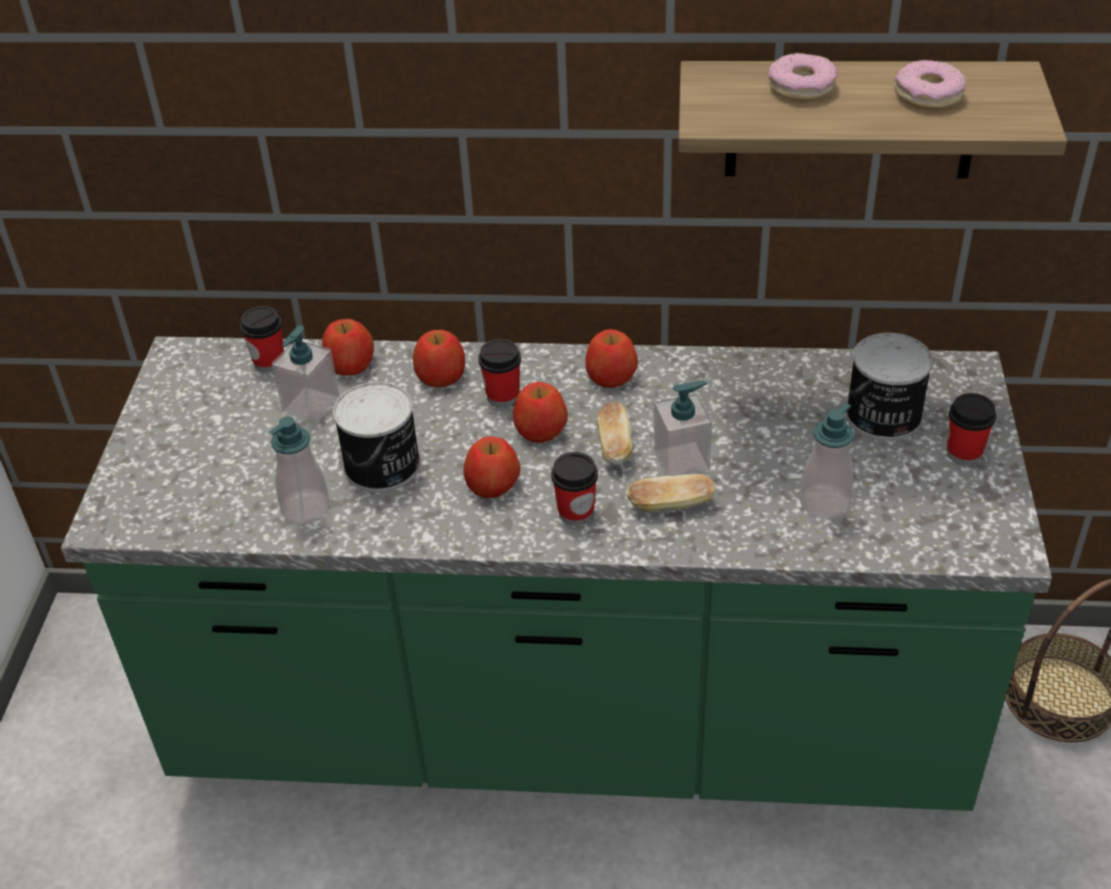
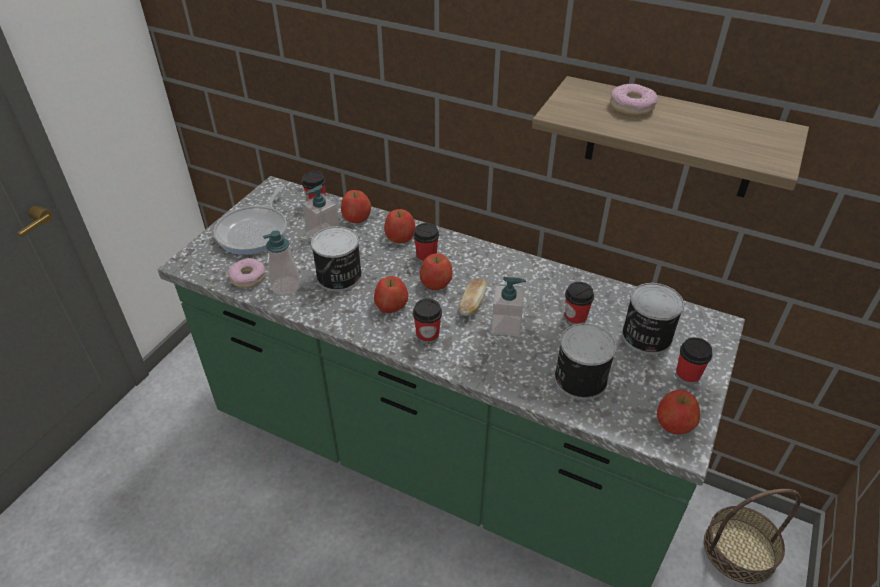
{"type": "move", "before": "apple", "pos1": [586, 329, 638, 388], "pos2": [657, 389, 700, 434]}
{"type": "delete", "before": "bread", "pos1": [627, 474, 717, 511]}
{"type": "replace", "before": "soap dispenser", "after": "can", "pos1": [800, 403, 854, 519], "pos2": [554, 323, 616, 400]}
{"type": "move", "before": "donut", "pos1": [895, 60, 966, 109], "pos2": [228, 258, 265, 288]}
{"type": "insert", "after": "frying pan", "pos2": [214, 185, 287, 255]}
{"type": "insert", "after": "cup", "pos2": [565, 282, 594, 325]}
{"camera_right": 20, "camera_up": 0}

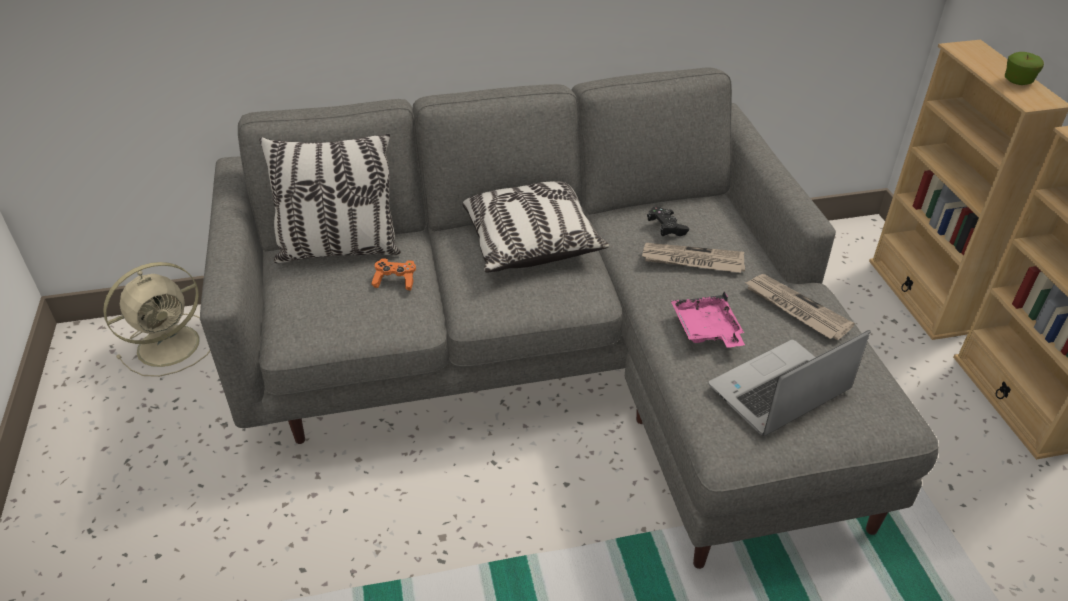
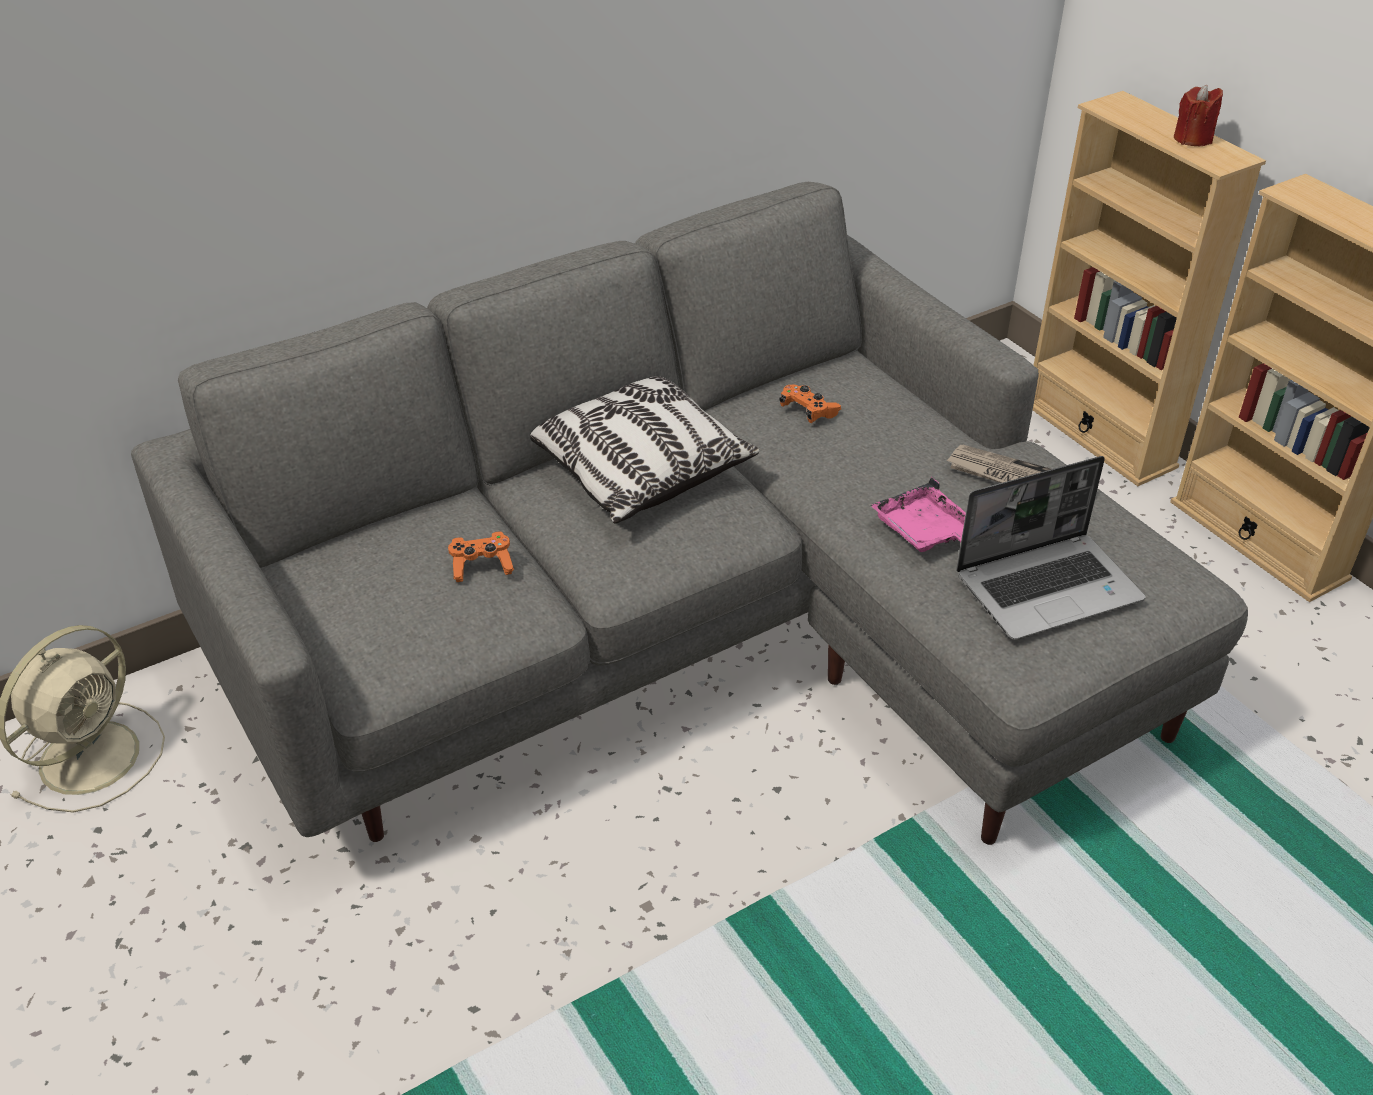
{"type": "delete", "before": "pillow", "pos1": [259, 133, 401, 263]}
{"type": "delete", "before": "newspaper", "pos1": [642, 243, 745, 273]}
{"type": "recolor", "before": "game controller (black)", "after": "game controller (orange)", "pos1": [647, 207, 689, 236], "pos2": [779, 385, 841, 423]}
{"type": "rotate", "before": "laptop", "pos1": [709, 330, 871, 436], "pos2": [956, 456, 1146, 640], "turn": -150}
{"type": "replace", "before": "apple", "after": "candle (red)", "pos1": [1005, 52, 1044, 85], "pos2": [1174, 84, 1223, 146]}
{"camera_right": -20, "camera_up": 0}

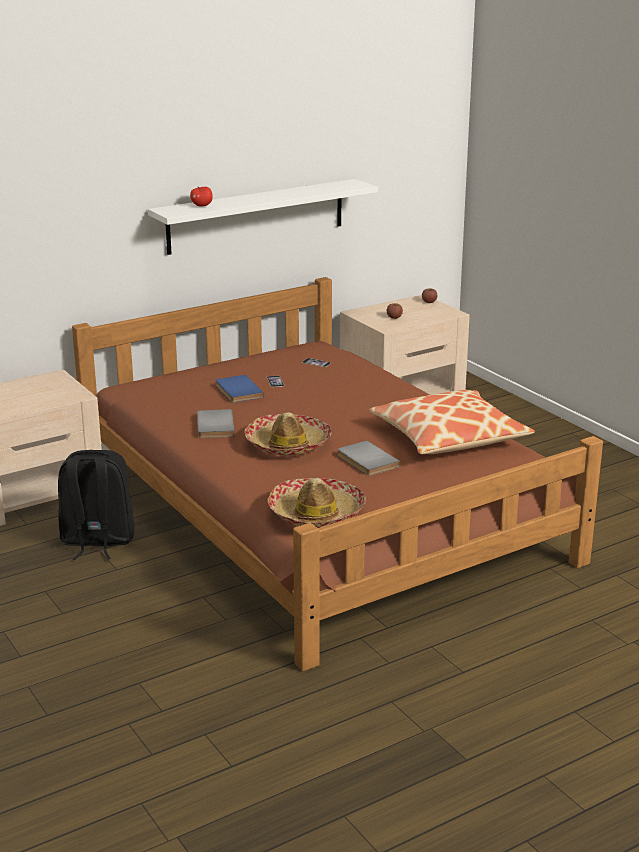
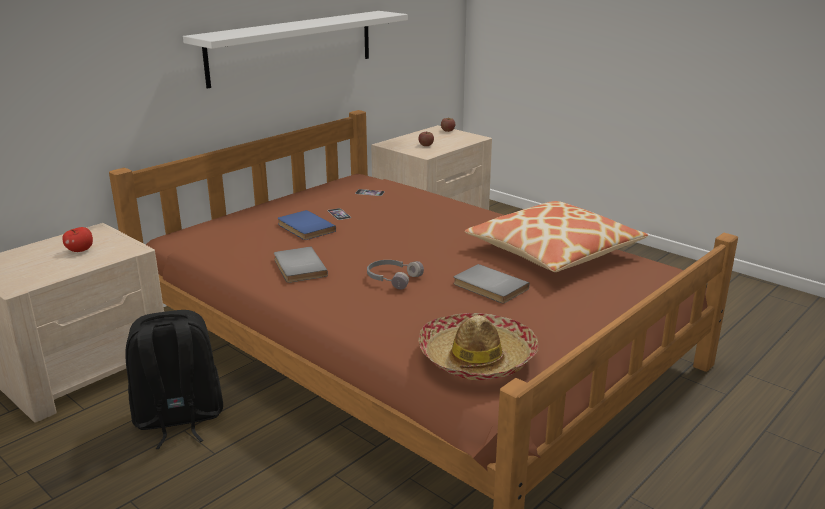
{"type": "move", "before": "apple", "pos1": [190, 187, 213, 207], "pos2": [62, 227, 93, 252]}
{"type": "replace", "before": "hat", "after": "headphones (grey)", "pos1": [244, 412, 332, 456], "pos2": [367, 260, 424, 290]}
{"camera_right": -15, "camera_up": 0}

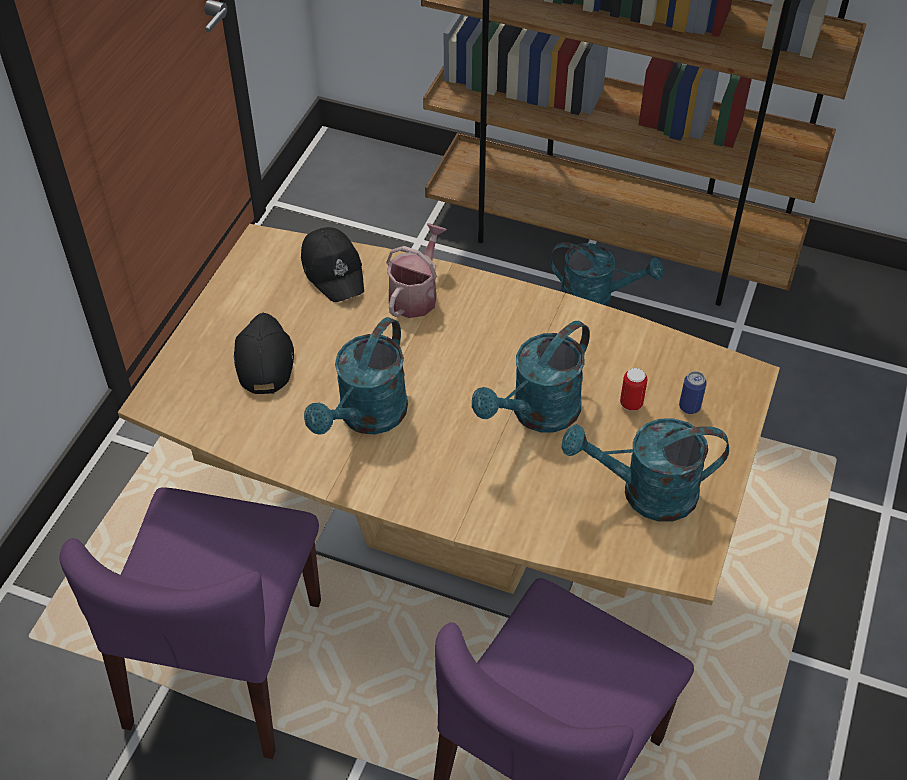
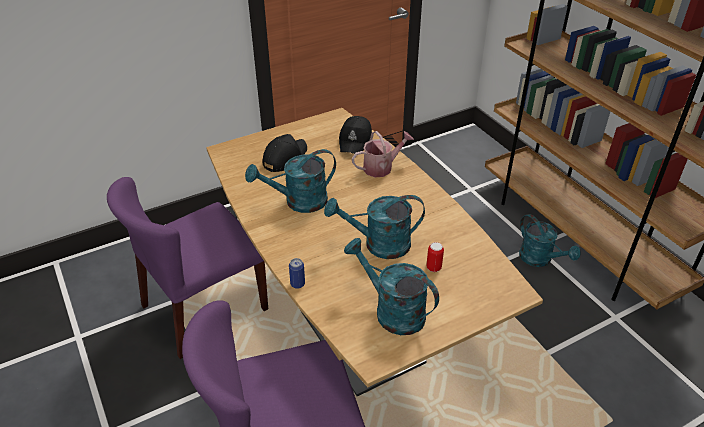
{"type": "move", "before": "can", "pos1": [679, 371, 707, 414], "pos2": [289, 258, 305, 289]}
{"camera_right": 40, "camera_up": -10}

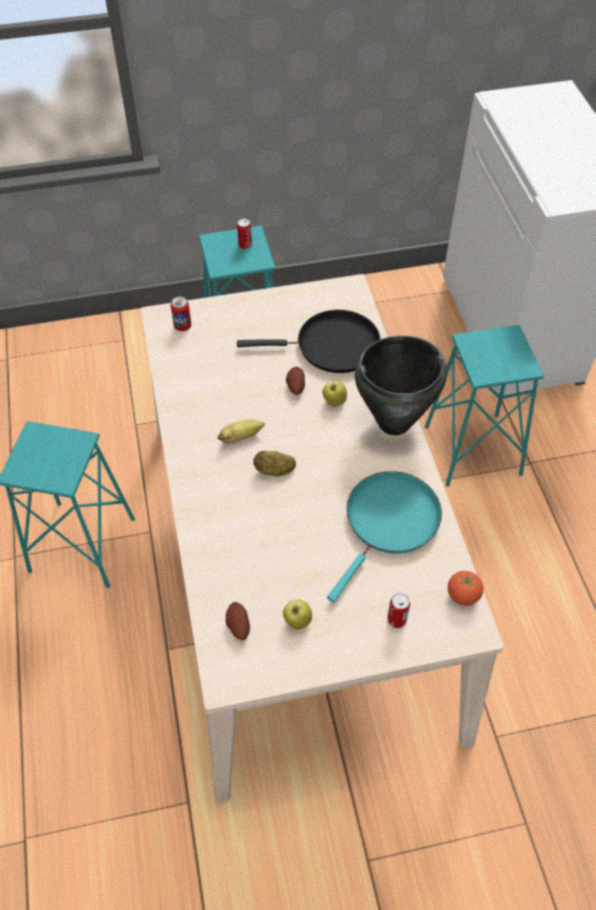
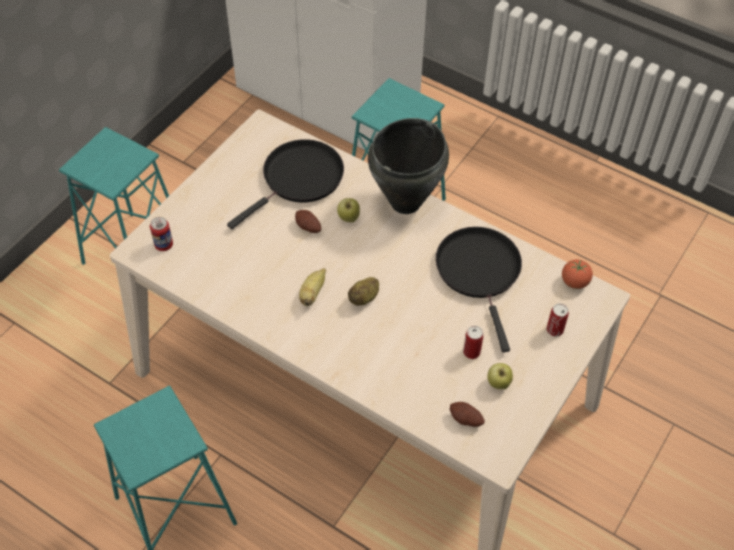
{"type": "move", "before": "can", "pos1": [237, 219, 252, 249], "pos2": [463, 326, 483, 359]}
{"type": "recolor", "before": "frying pan (turquoise)", "after": "frying pan (black)", "pos1": [327, 471, 442, 603], "pos2": [436, 227, 522, 352]}
{"camera_right": -45, "camera_up": 0}

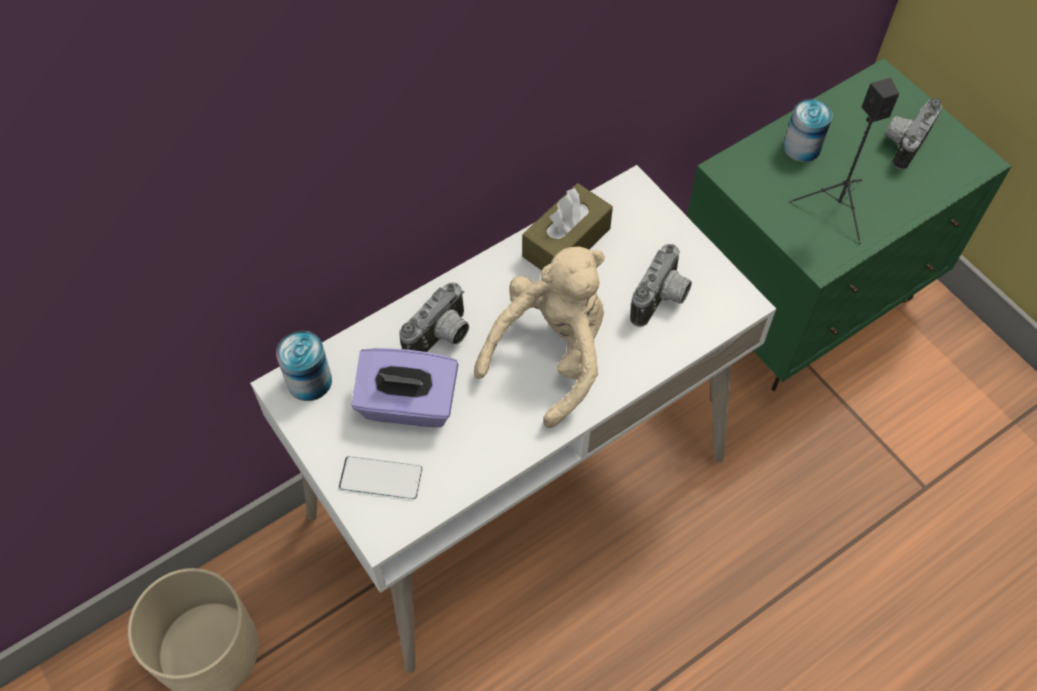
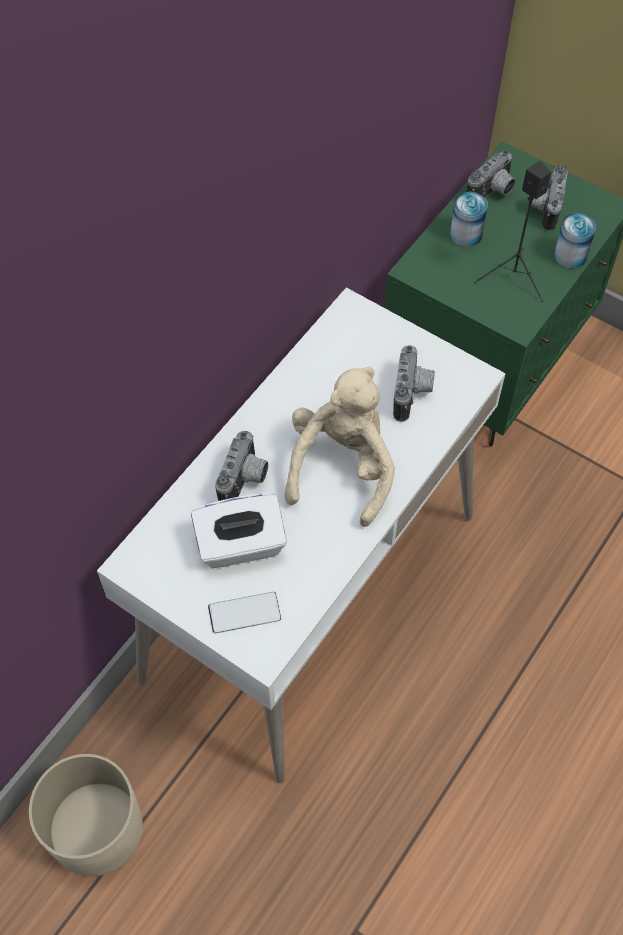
{"type": "move", "before": "can", "pos1": [276, 331, 332, 401], "pos2": [554, 213, 596, 269]}
{"type": "recolor", "before": "tissue box (purple)", "after": "tissue box (white)", "pos1": [352, 348, 458, 427], "pos2": [191, 493, 287, 568]}
{"type": "delete", "before": "tissue box (brown)", "pos1": [522, 183, 613, 271]}
{"type": "insert", "after": "photo camera", "pos2": [467, 150, 516, 198]}
{"camera_right": -20, "camera_up": 0}

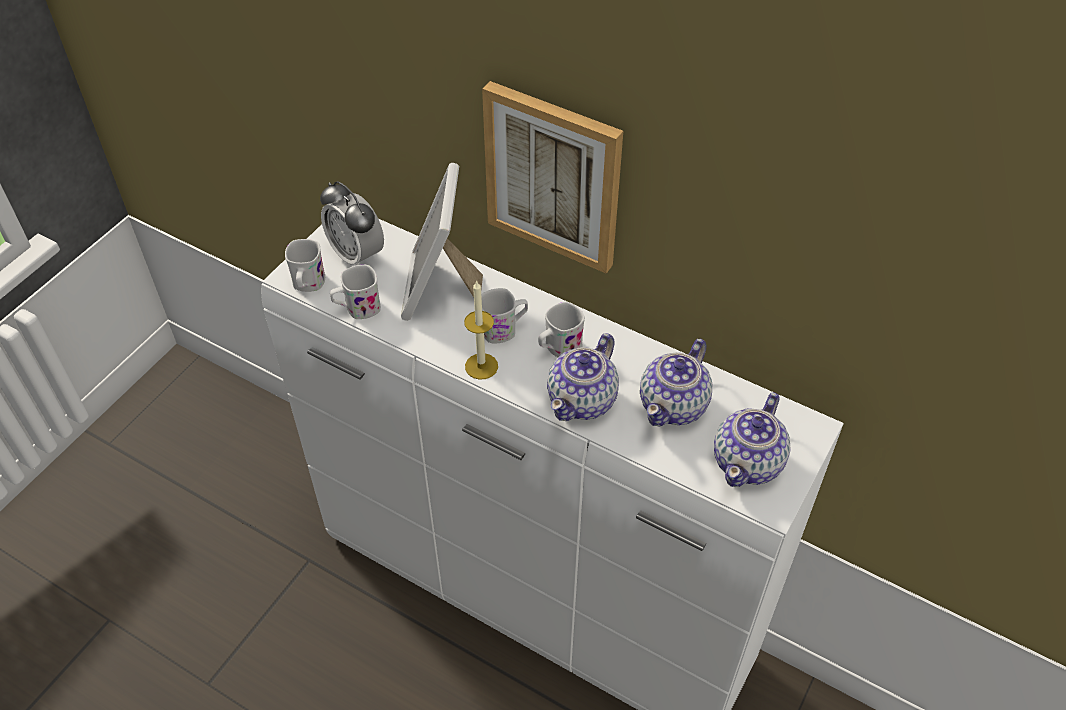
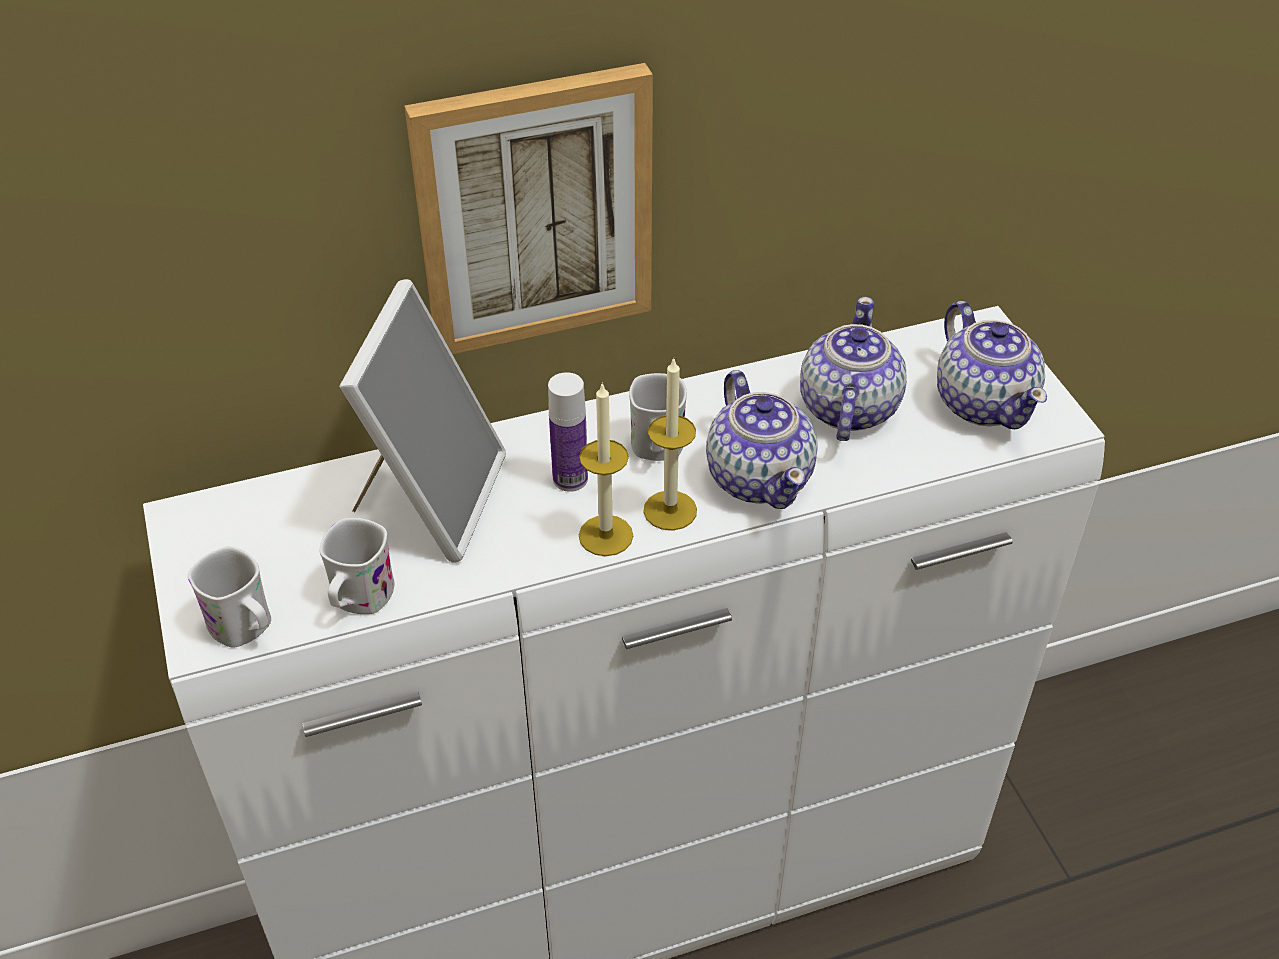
{"type": "delete", "before": "alarm clock", "pos1": [320, 181, 384, 265]}
{"type": "rotate", "before": "picture frame", "pos1": [401, 163, 483, 321], "pos2": [339, 279, 506, 562], "turn": -120}
{"type": "replace", "before": "mug (white)", "after": "bottle", "pos1": [481, 288, 528, 343], "pos2": [548, 372, 588, 492]}
{"type": "rotate", "before": "teapot", "pos1": [640, 339, 712, 427], "pos2": [800, 297, 907, 441], "turn": -150}
{"type": "insert", "after": "candle", "pos2": [643, 357, 697, 530]}
{"camera_right": -50, "camera_up": -5}

